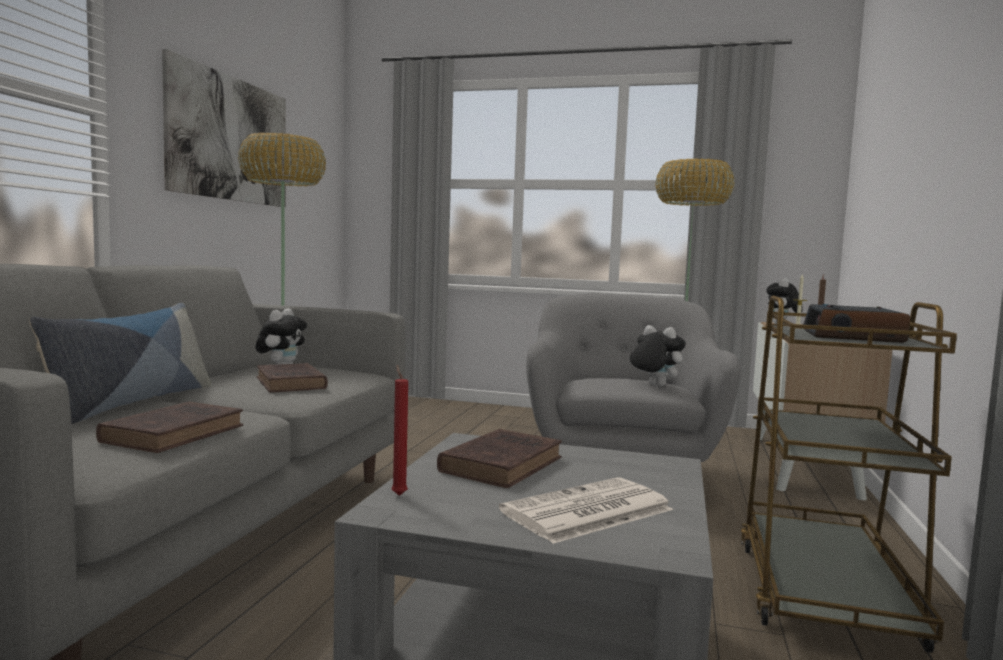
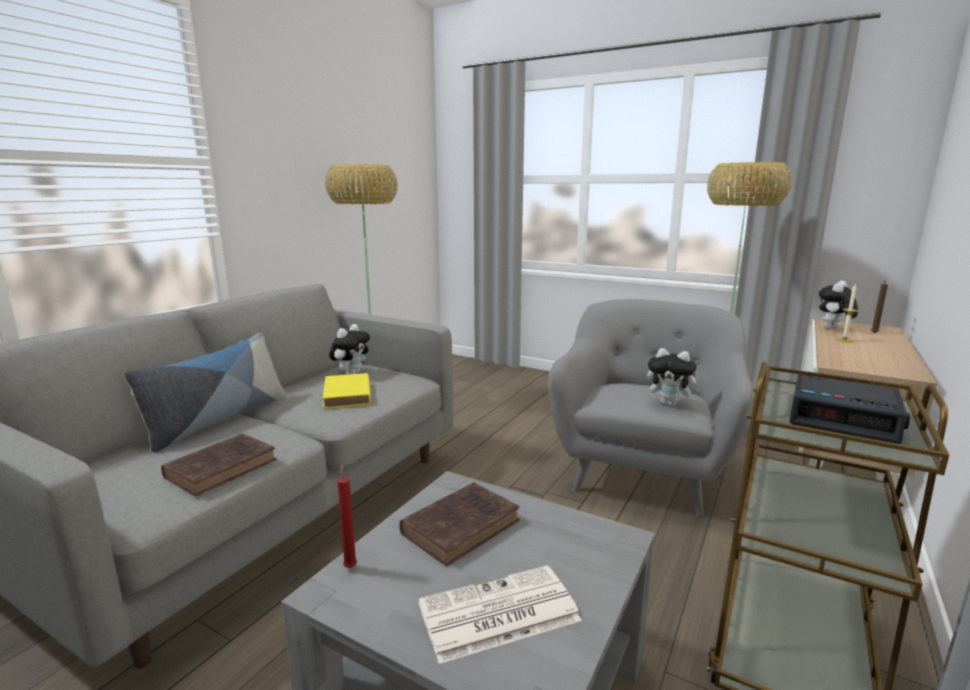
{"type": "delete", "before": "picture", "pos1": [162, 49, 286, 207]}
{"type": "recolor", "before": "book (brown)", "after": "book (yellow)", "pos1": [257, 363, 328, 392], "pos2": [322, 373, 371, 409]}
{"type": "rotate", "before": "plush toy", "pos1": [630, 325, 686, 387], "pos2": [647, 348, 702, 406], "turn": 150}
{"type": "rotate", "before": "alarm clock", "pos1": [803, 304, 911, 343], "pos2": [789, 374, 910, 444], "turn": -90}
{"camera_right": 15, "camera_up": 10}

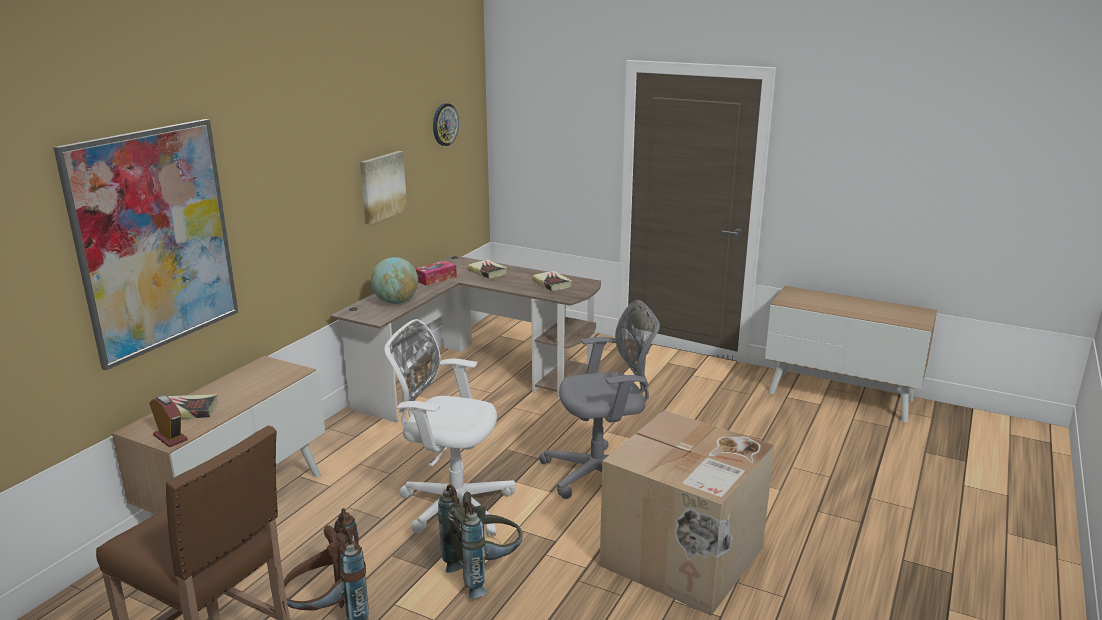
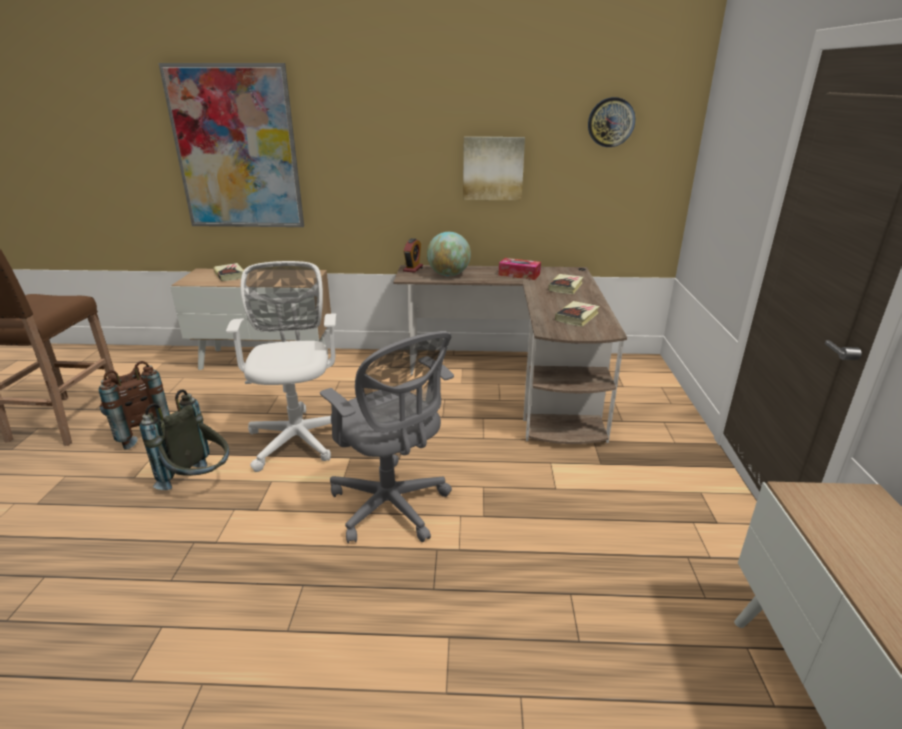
{"type": "move", "before": "alarm clock", "pos1": [150, 395, 188, 447], "pos2": [403, 238, 423, 273]}
{"type": "delete", "before": "cardboard box", "pos1": [600, 410, 774, 616]}
{"camera_right": 65, "camera_up": 5}

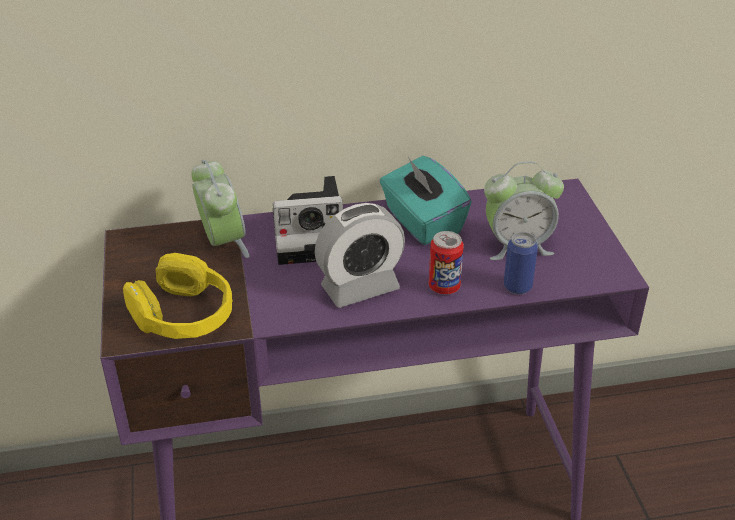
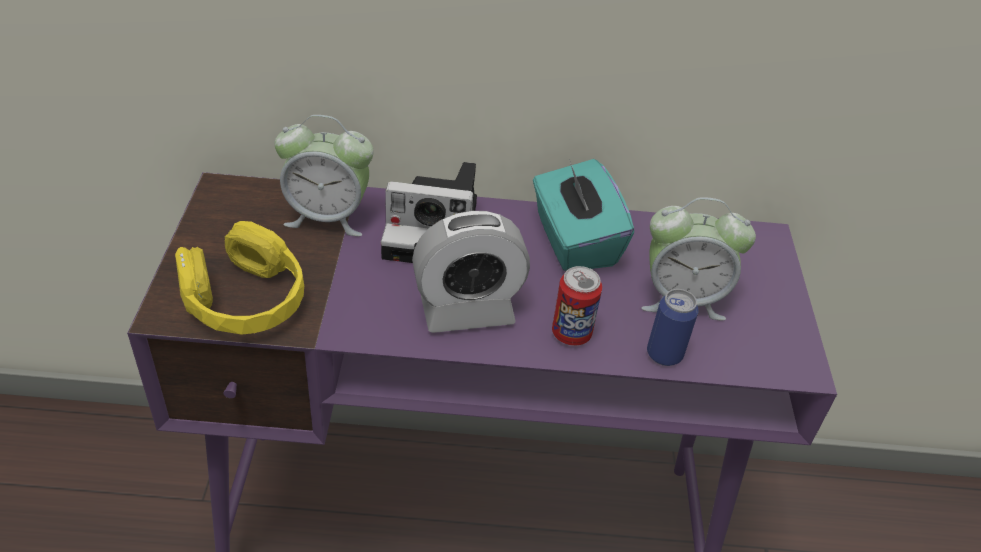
{"type": "rotate", "before": "alarm clock", "pos1": [191, 159, 249, 258], "pos2": [274, 115, 374, 236], "turn": 105}
{"camera_right": 10, "camera_up": 5}

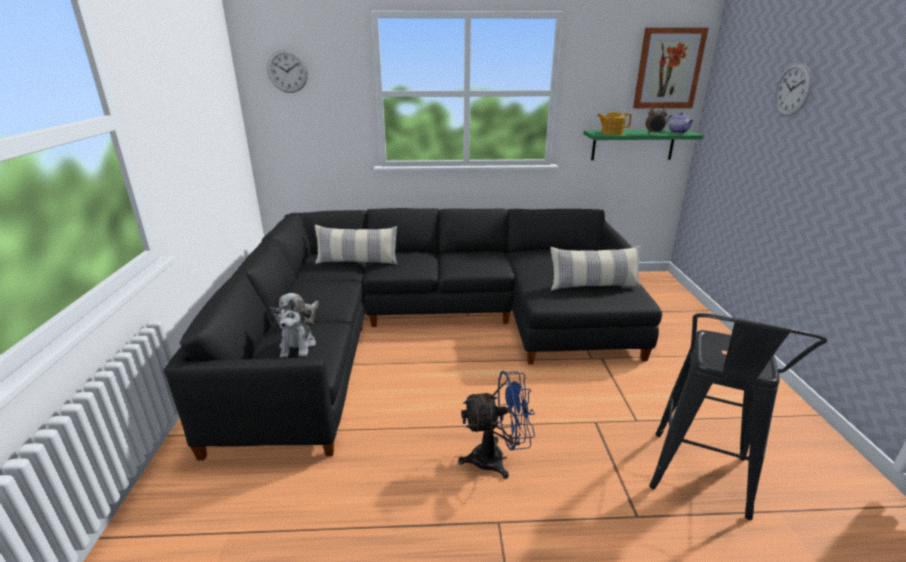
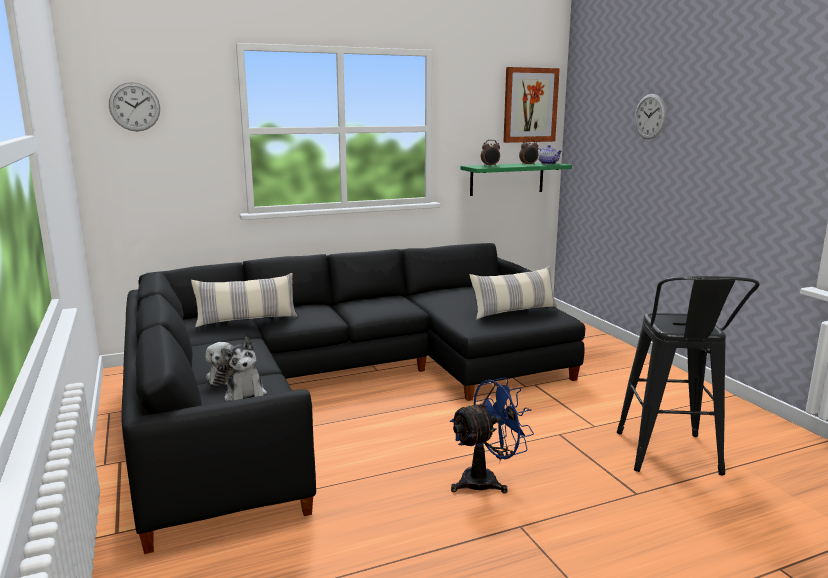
{"type": "replace", "before": "teapot", "after": "alarm clock", "pos1": [597, 112, 632, 135], "pos2": [481, 140, 500, 167]}
{"camera_right": -20, "camera_up": -10}

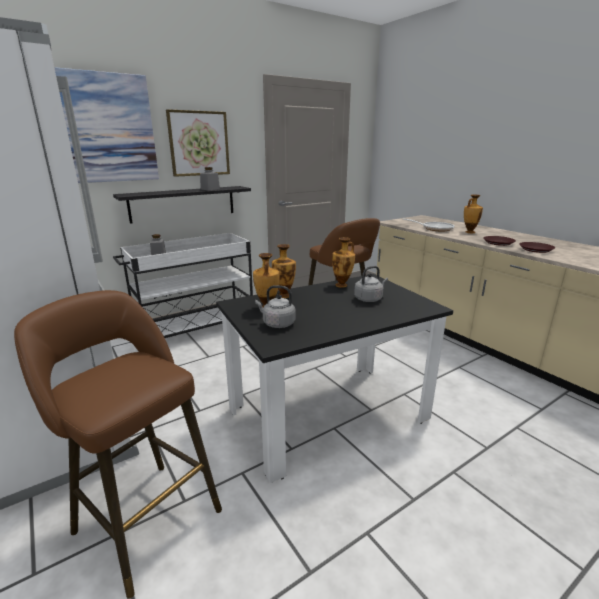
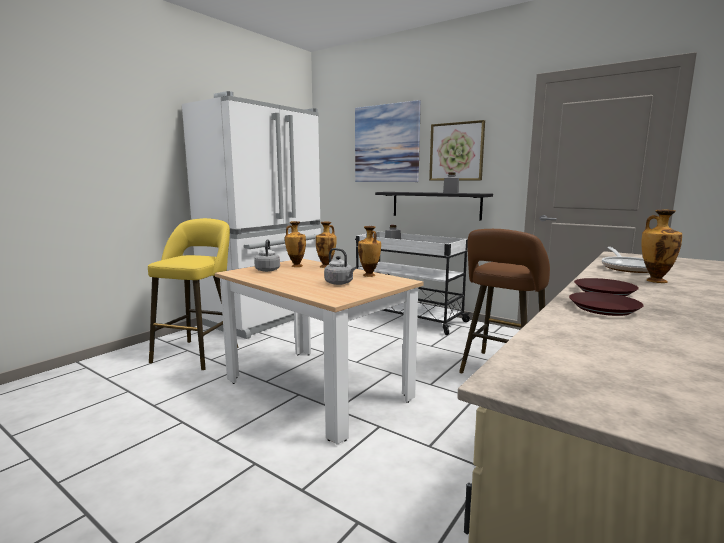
{"type": "recolor", "before": "stool (brown)", "after": "stool (yellow)", "pos1": [14, 290, 222, 599], "pos2": [148, 218, 238, 370]}
{"type": "recolor", "before": "dining table (black)", "after": "dining table (beige)", "pos1": [216, 274, 453, 483], "pos2": [215, 259, 423, 445]}
{"camera_right": 70, "camera_up": -10}

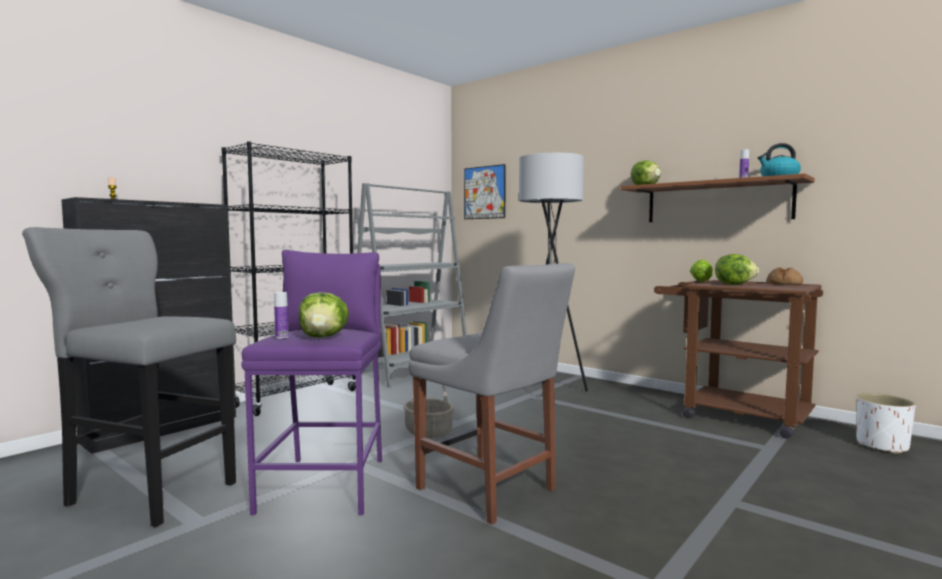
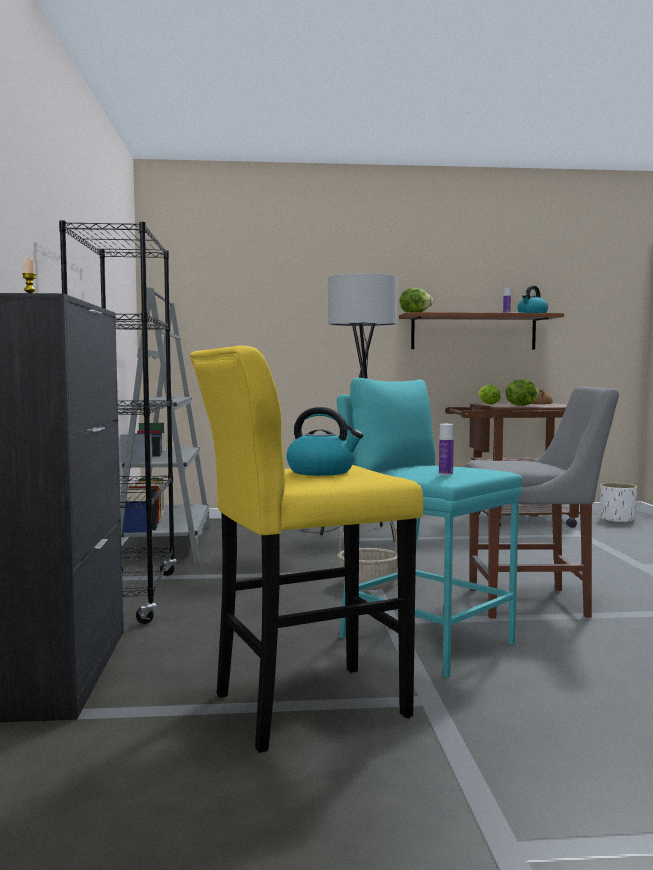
{"type": "recolor", "before": "stool (grey)", "after": "stool (yellow)", "pos1": [22, 227, 236, 528], "pos2": [190, 345, 423, 753]}
{"type": "recolor", "before": "stool (purple)", "after": "stool (turquoise)", "pos1": [242, 250, 382, 515], "pos2": [337, 378, 523, 678]}
{"type": "delete", "before": "lettuce", "pos1": [298, 292, 349, 338]}
{"type": "delete", "before": "picture", "pos1": [464, 164, 506, 219]}
{"type": "insert", "after": "kettle", "pos2": [287, 407, 363, 476]}
{"camera_right": -45, "camera_up": 0}

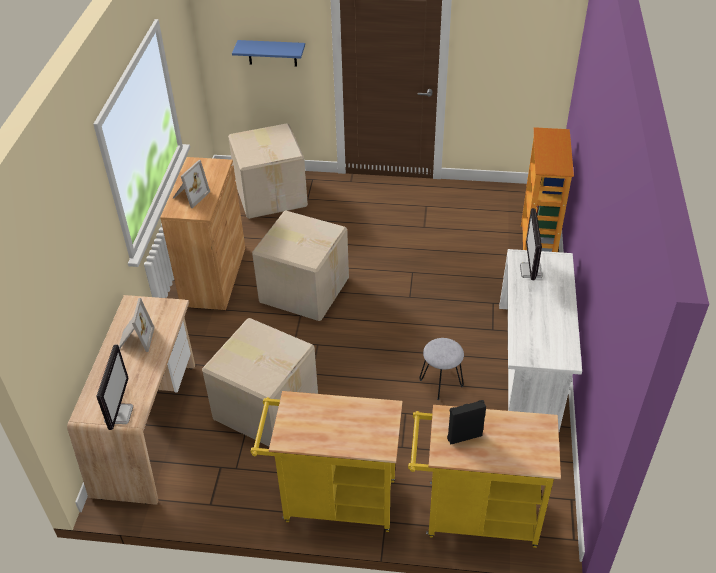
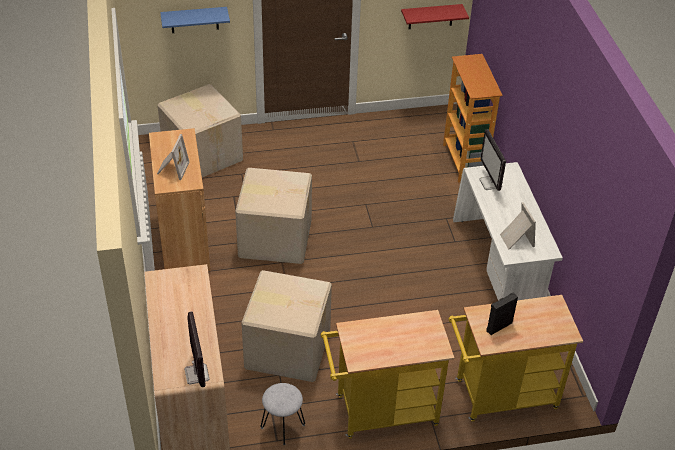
{"type": "move", "before": "picture frame", "pos1": [119, 298, 155, 352], "pos2": [500, 202, 536, 249]}
{"type": "move", "before": "stool (grey)", "pos1": [419, 338, 464, 400], "pos2": [261, 383, 305, 445]}
{"type": "insert", "after": "shelf (red)", "pos2": [401, 4, 469, 29]}
{"camera_right": -20, "camera_up": 0}

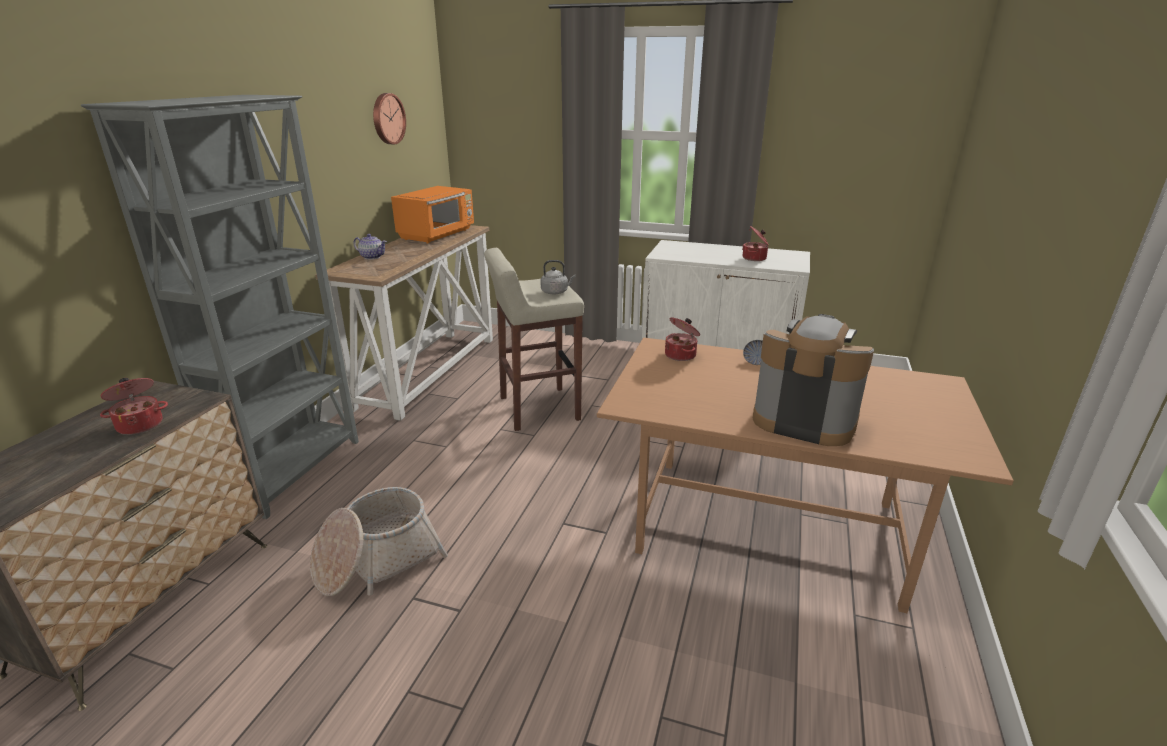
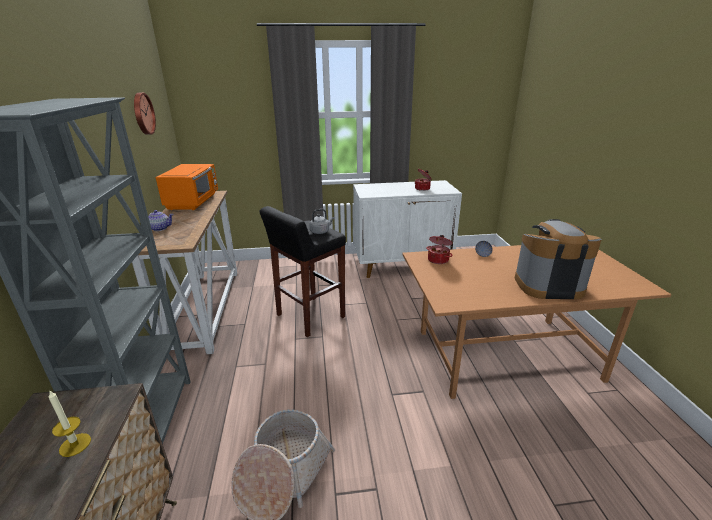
{"type": "replace", "before": "cooking pot", "after": "candle", "pos1": [100, 378, 168, 435], "pos2": [48, 390, 91, 457]}
{"type": "recolor", "before": "stool (beige)", "after": "stool (black)", "pos1": [484, 248, 584, 431], "pos2": [260, 206, 346, 337]}
{"camera_right": -25, "camera_up": 0}

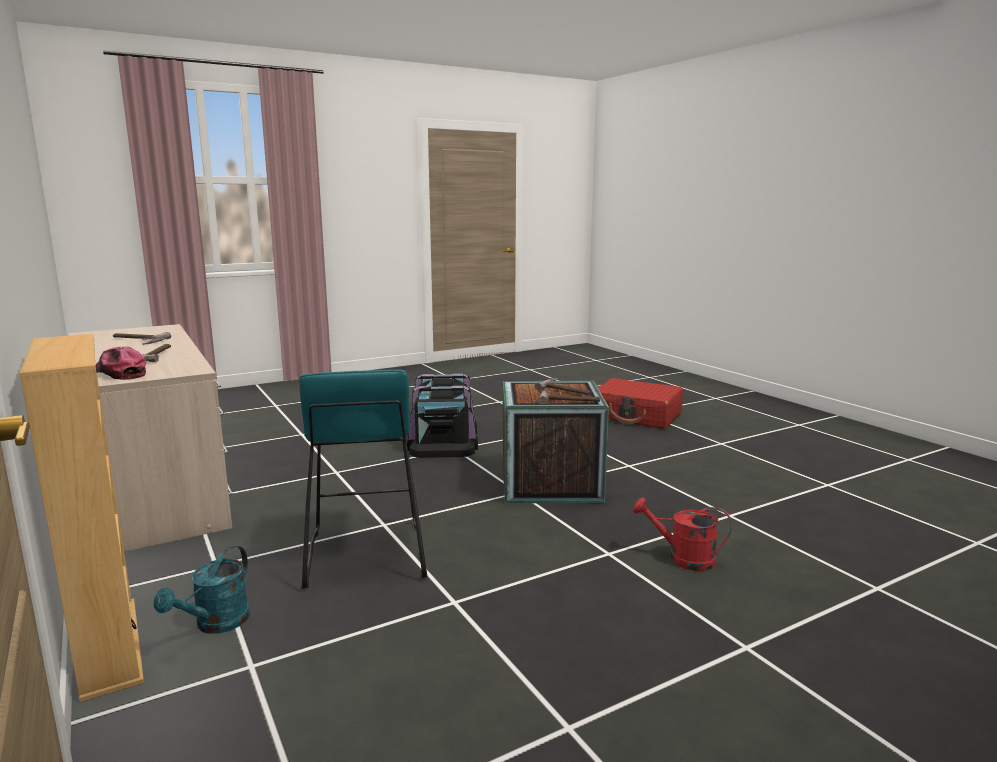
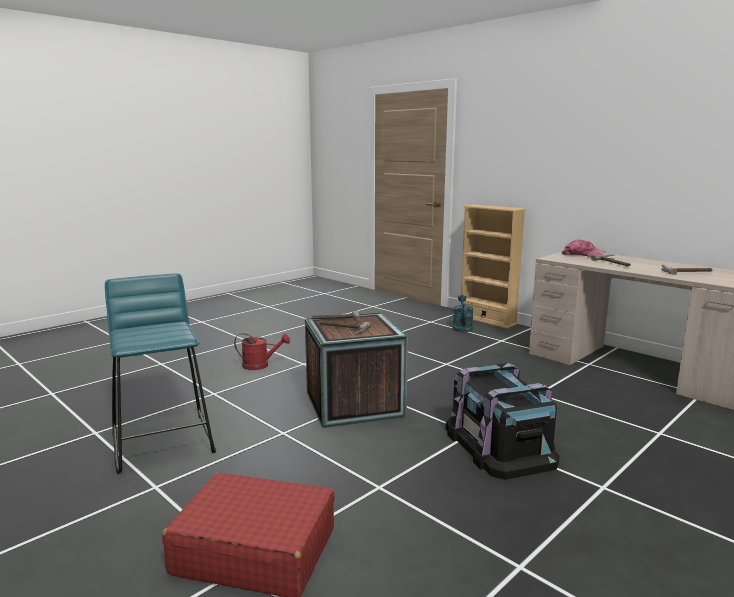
{"type": "move", "before": "stool (turquoise)", "pos1": [299, 369, 427, 589], "pos2": [105, 274, 216, 474]}
{"camera_right": 165, "camera_up": 0}

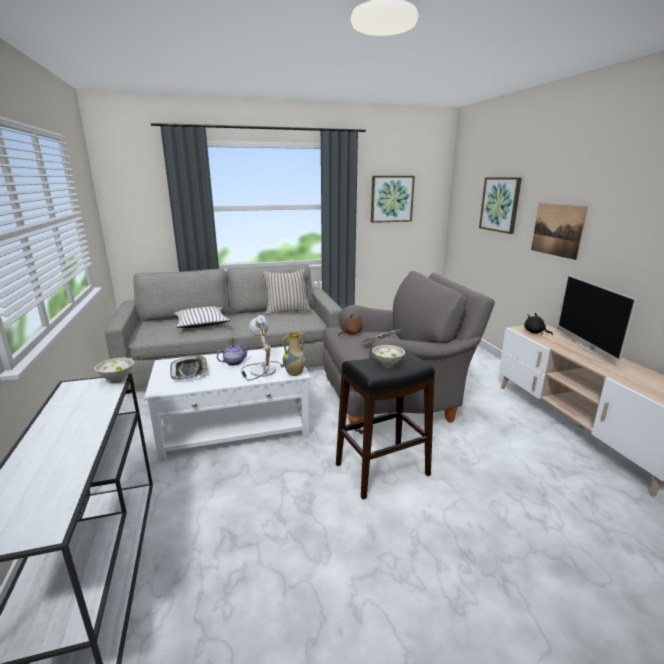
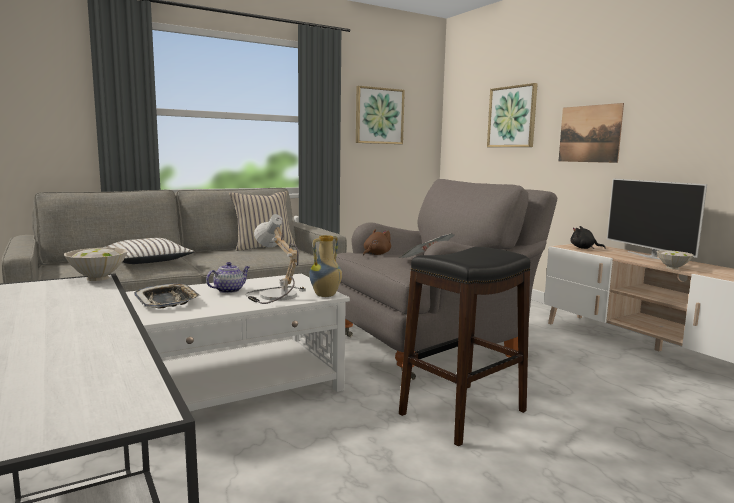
{"type": "move", "before": "bowl (white)", "pos1": [372, 345, 405, 368], "pos2": [656, 250, 694, 269]}
{"camera_right": -15, "camera_up": -10}

